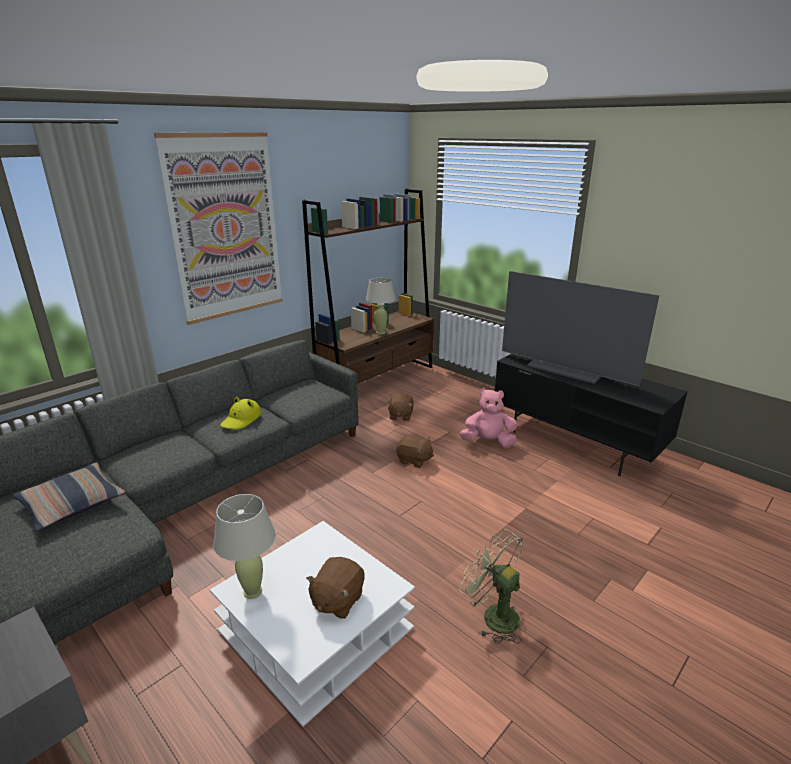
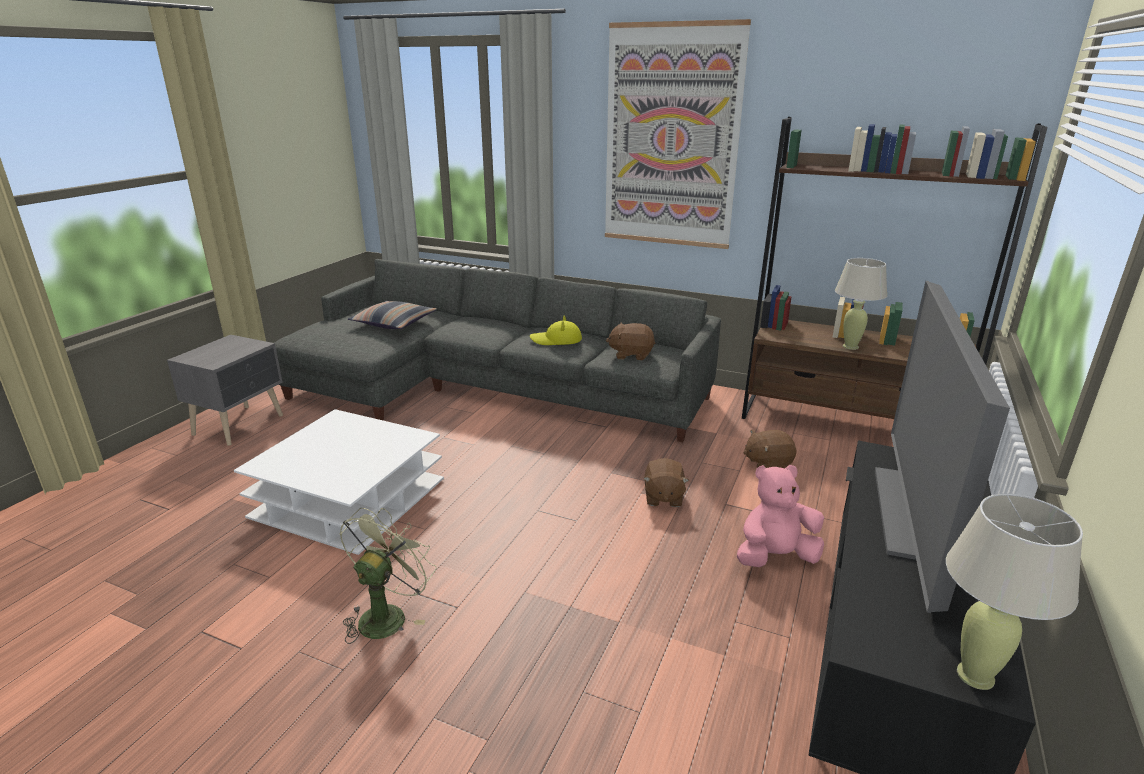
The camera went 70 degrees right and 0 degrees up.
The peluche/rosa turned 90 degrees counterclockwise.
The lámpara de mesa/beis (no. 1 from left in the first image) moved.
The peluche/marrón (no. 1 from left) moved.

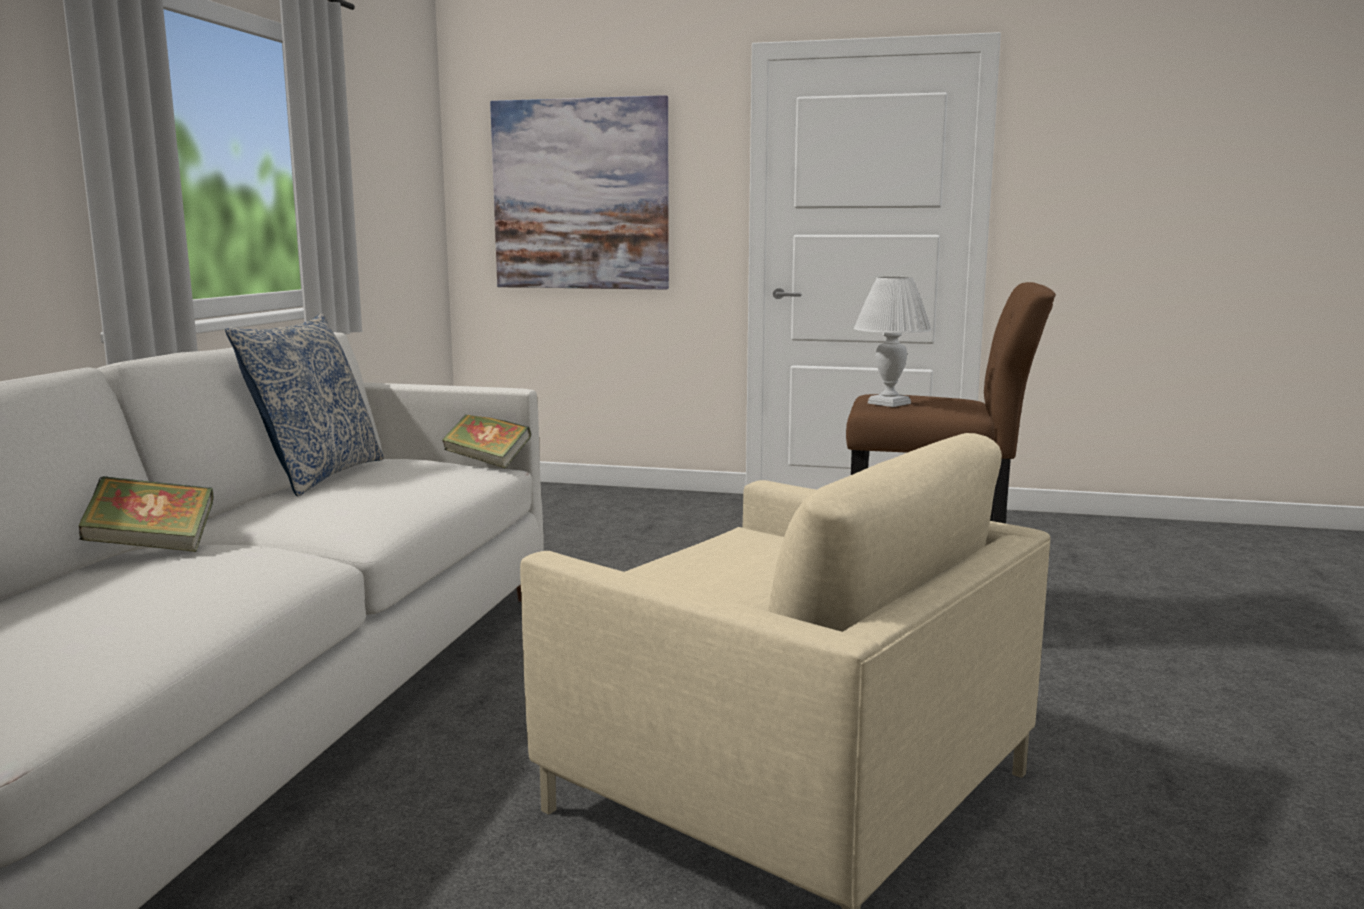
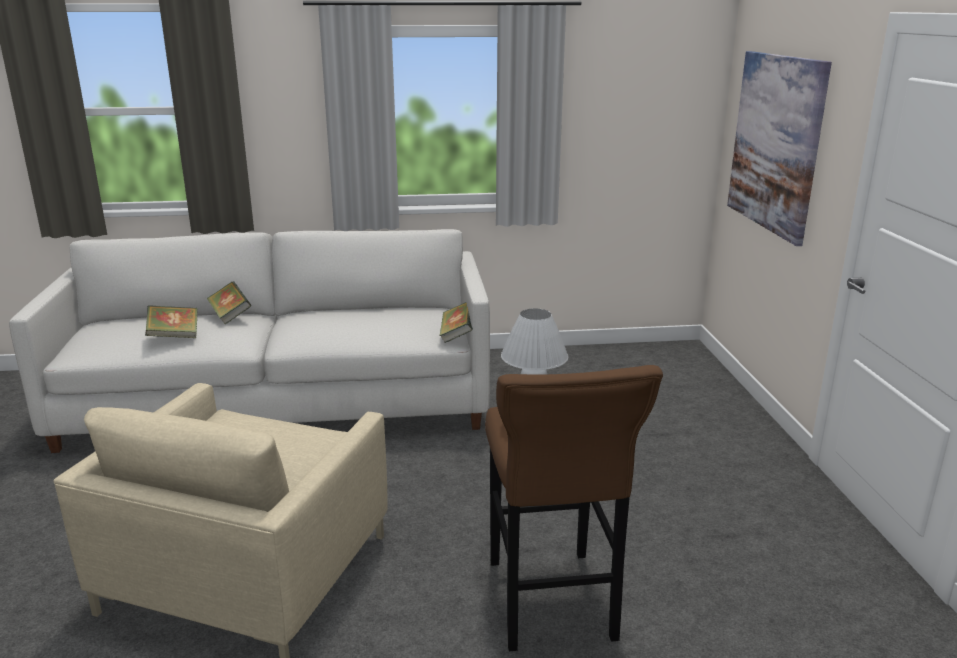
The camera went 70 degrees right and 10 degrees up.
The cojín disappeared.
The libro (no. 1 from left) appeared.

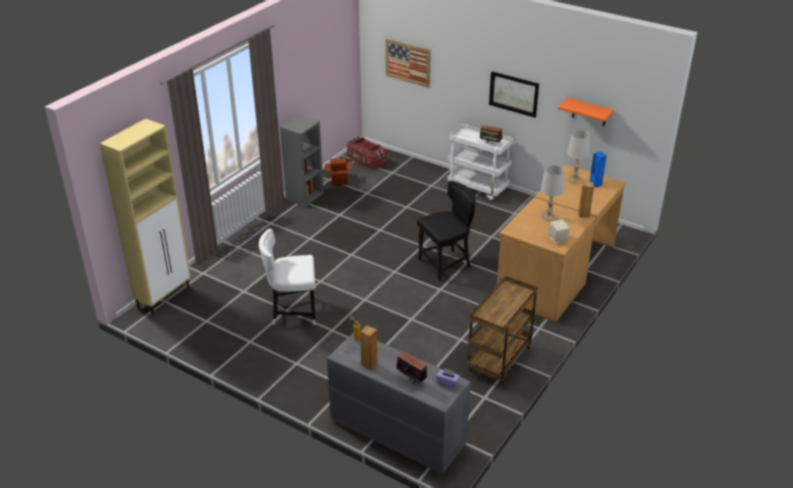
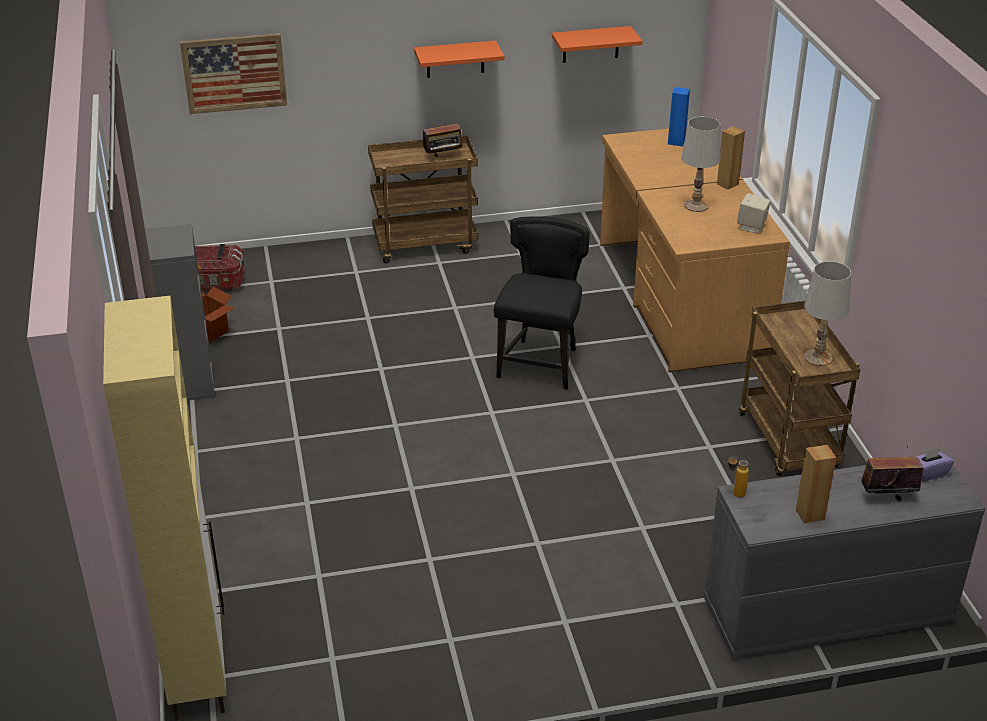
The camera went 45 degrees left and 0 degrees up.
The cuadro (no. 2 from left) was replaced by the estante/naranja (no. 1 from left).
The carrito/blanco became the carrito/marrón (no. 1 from left).
The lámpara de mesa/blanco (no. 2 from left) moved.
The silla/blanco disappeared.

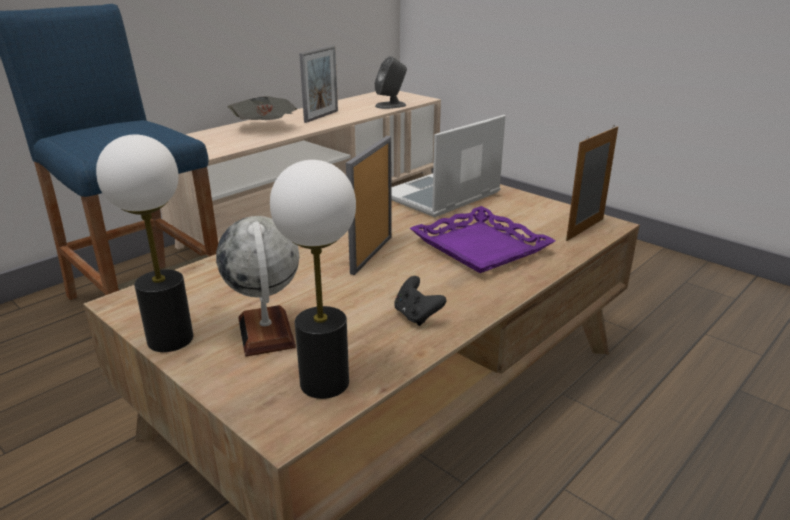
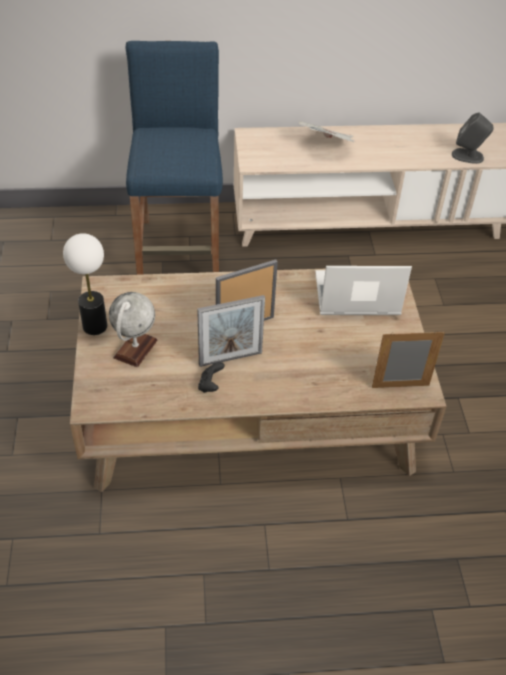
The camera went 40 degrees right and 20 degrees up.
The portarretratos (no. 1 from left) moved.
The lámpara de mesa (no. 2 from left) disappeared.
The bandeja/morado disappeared.

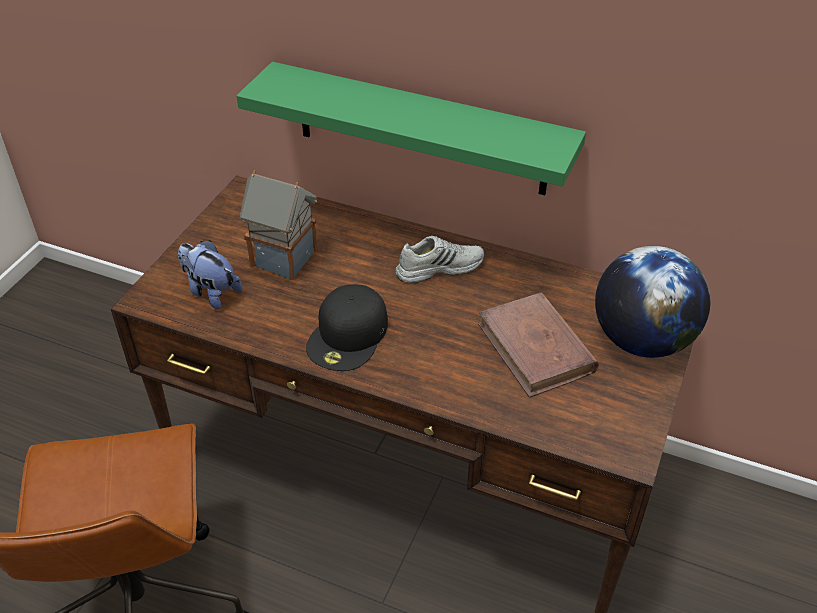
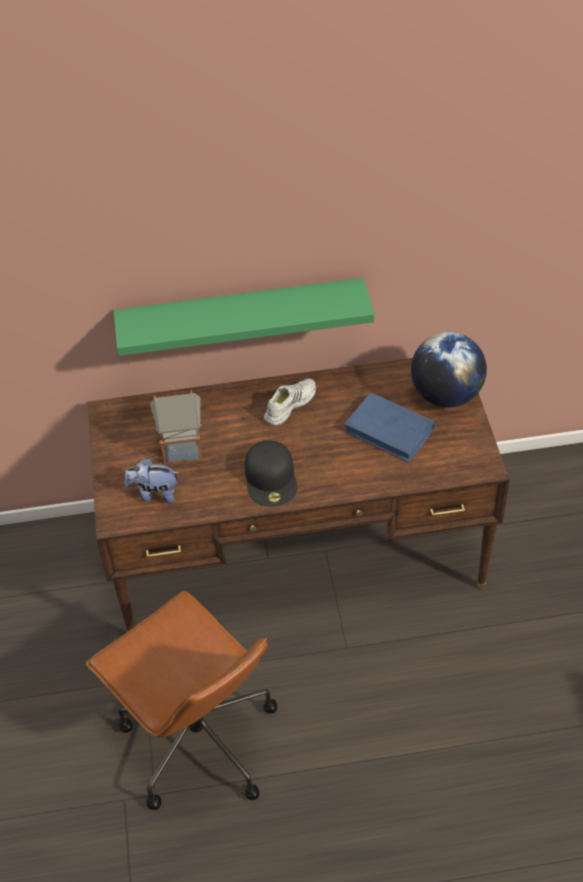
The camera went 30 degrees left and 5 degrees up.
The libro/marrón became the libro/azul.

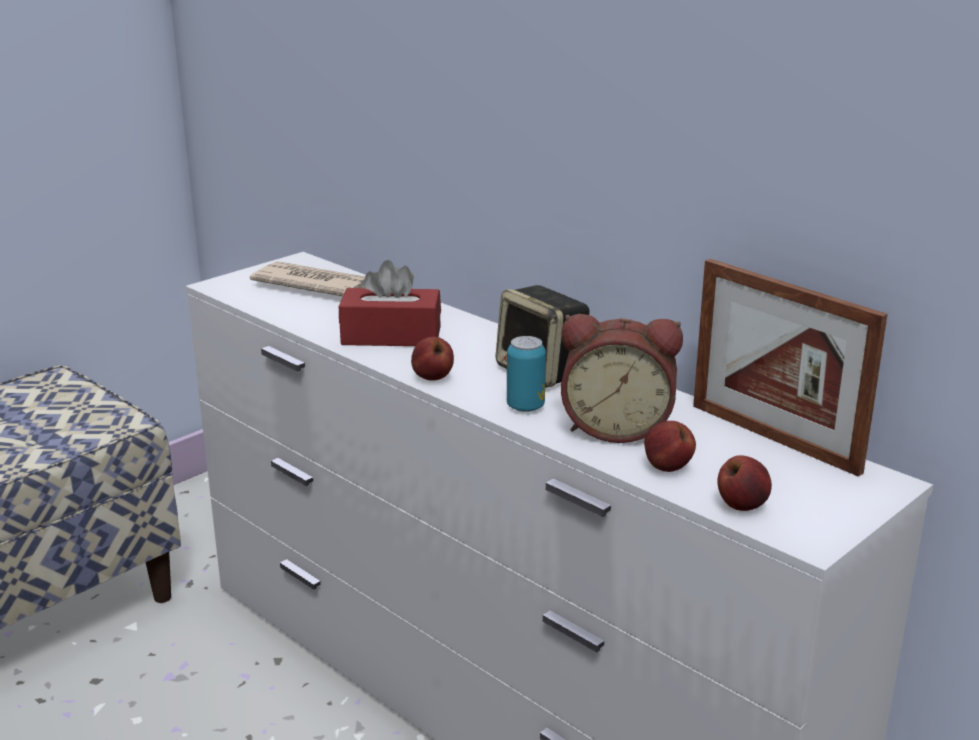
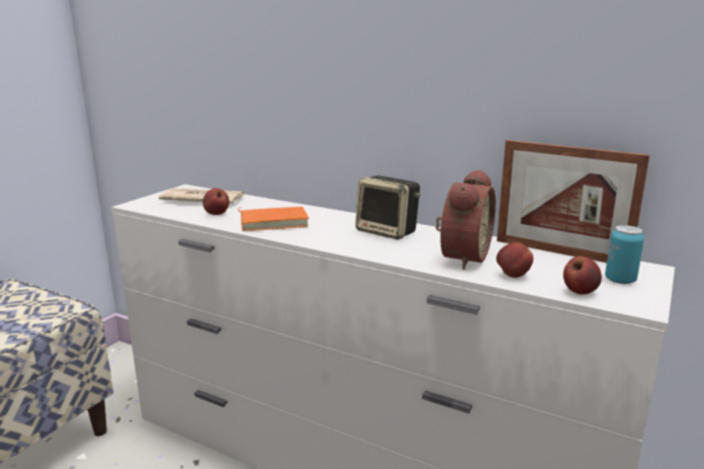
The camera went 15 degrees left and 5 degrees down.
The caja de pañuelos/rojo was replaced by the libro/naranja.
The despertador turned 60 degrees counterclockwise.
The lata moved.
The manzana (no. 1 from left) moved.

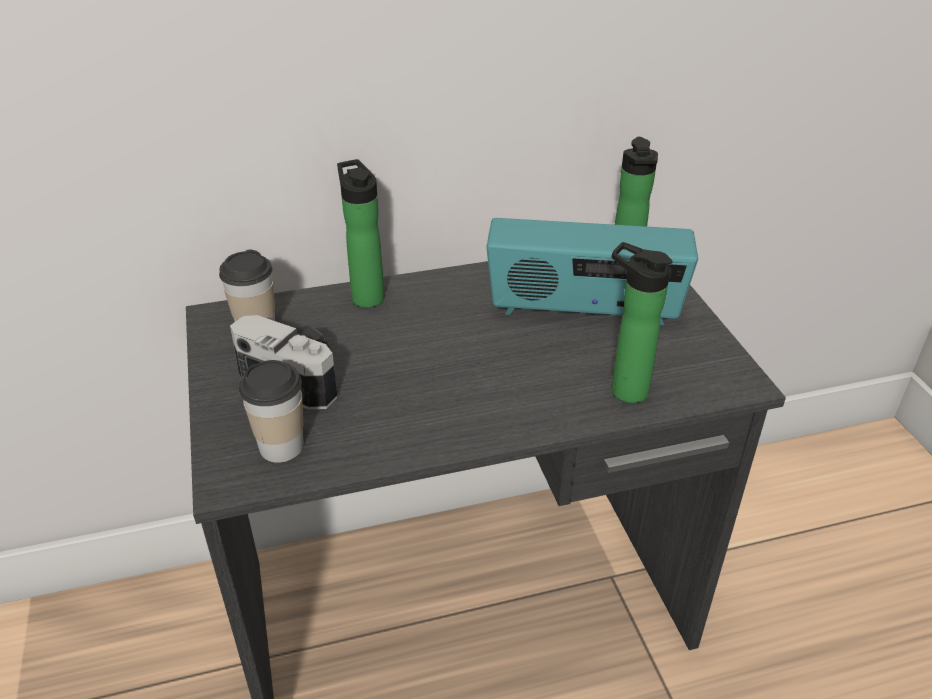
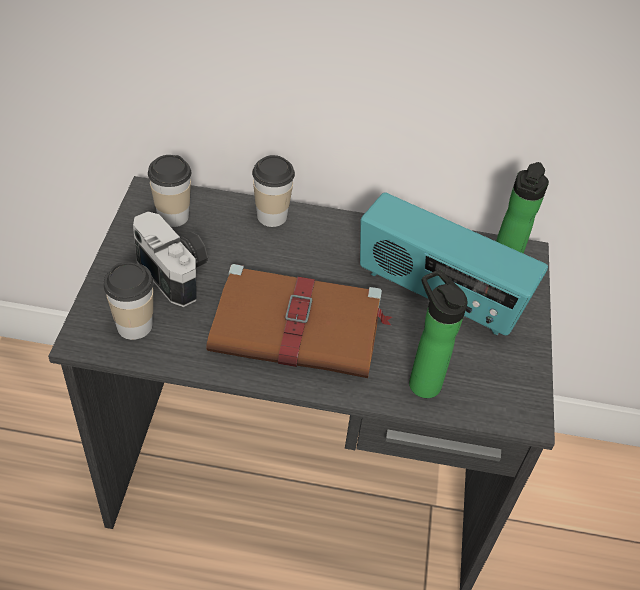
The camera went 20 degrees right and 10 degrees up.
The botella (no. 1 from left) was replaced by the taza (no. 3 from left).
The libro/marrón appeared.

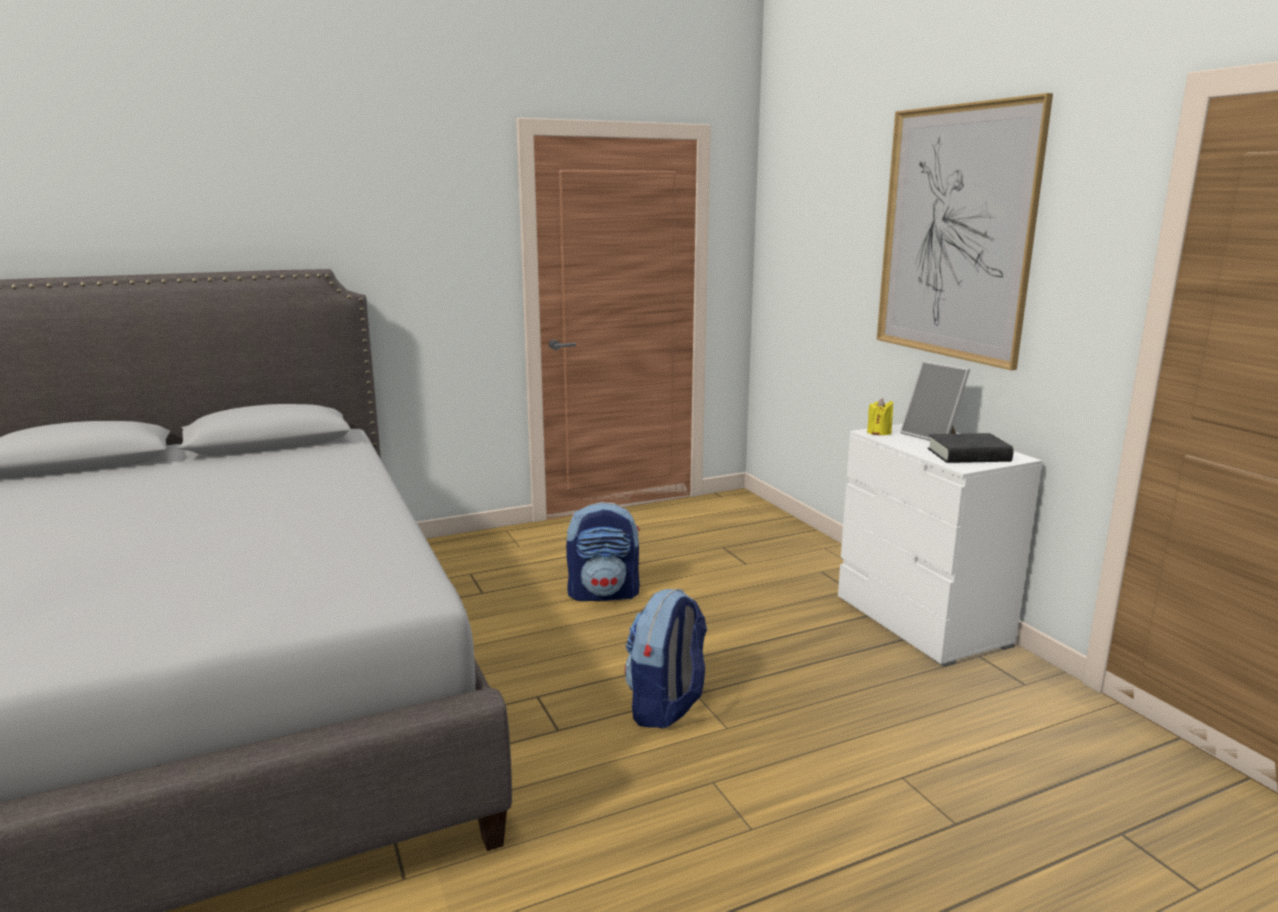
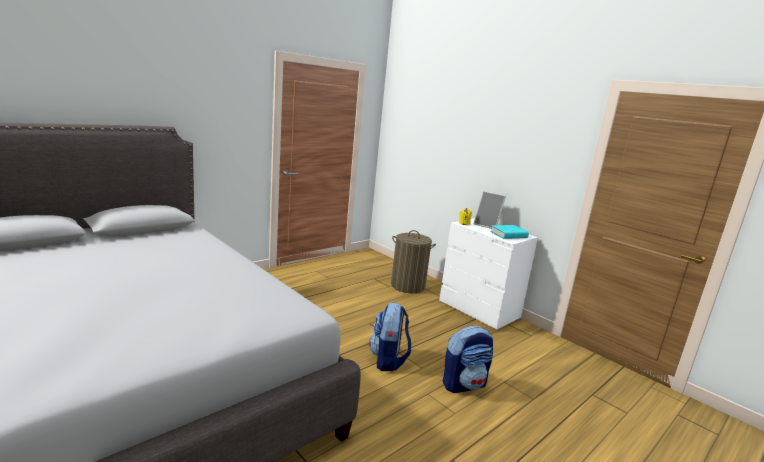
The camera went 20 degrees left and 0 degrees up.
The cuadro disappeared.
The libro/negro became the libro/turquesa.
The mochila (no. 1 from left in the first image) moved.
The cesto de la ropa appeared.

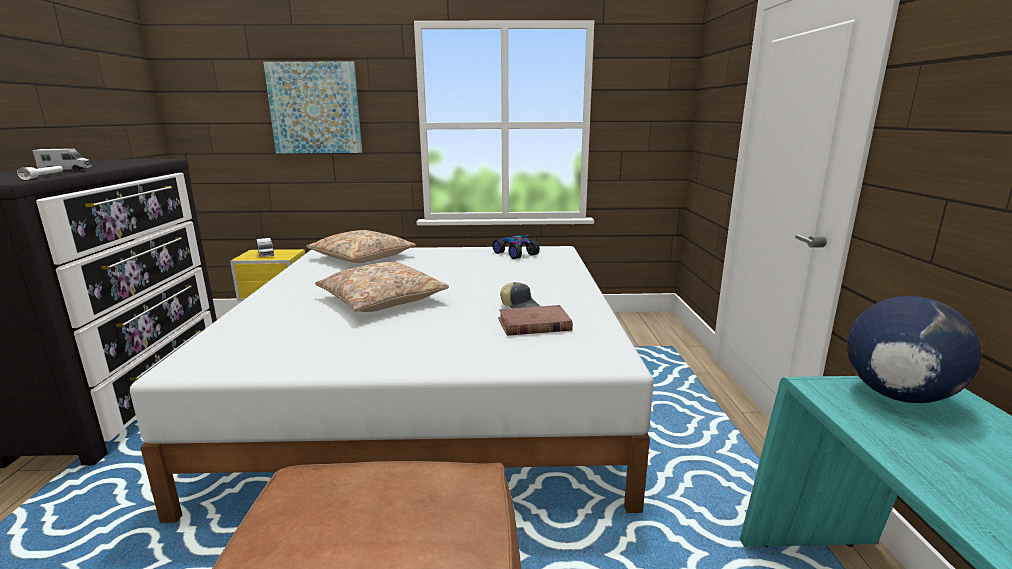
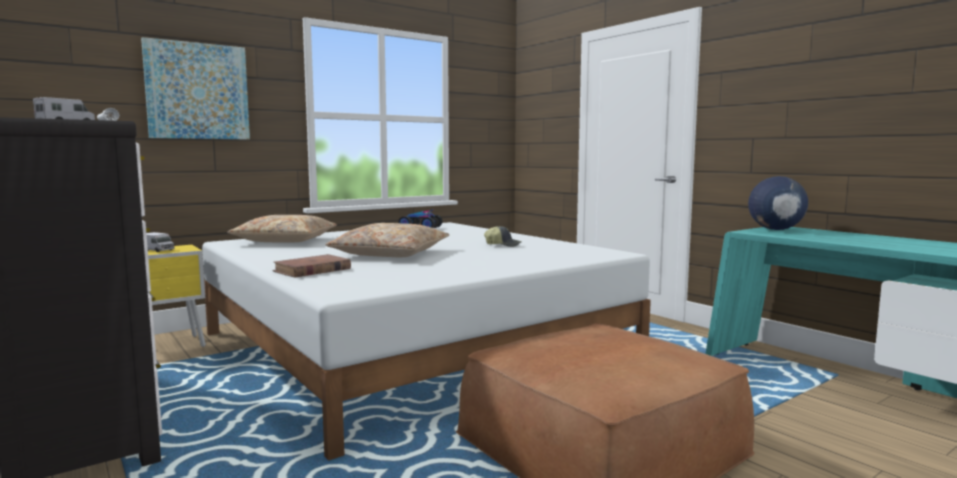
The camera went 35 degrees left and 10 degrees down.
The libro/marrón moved.

